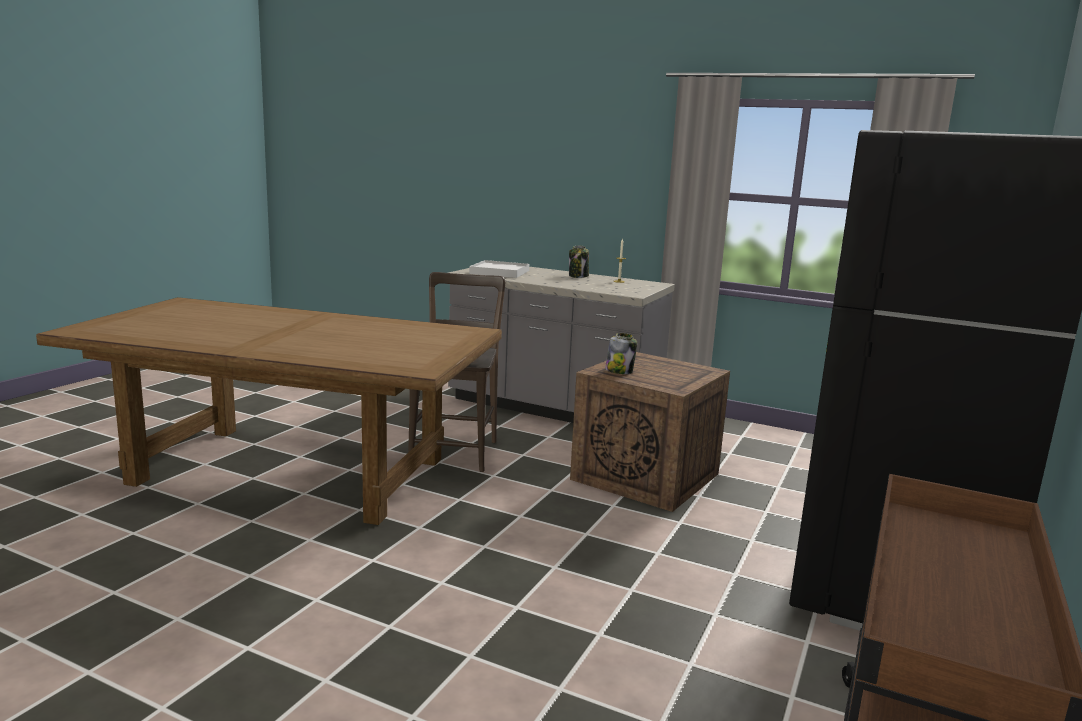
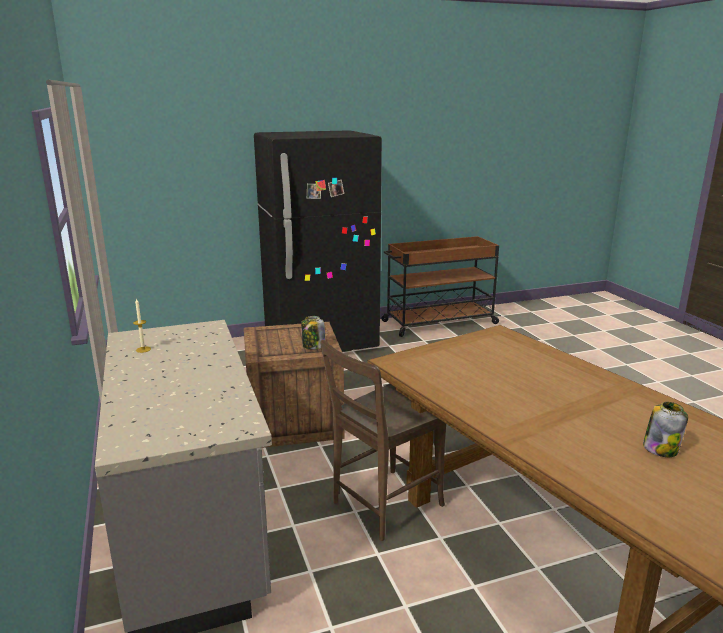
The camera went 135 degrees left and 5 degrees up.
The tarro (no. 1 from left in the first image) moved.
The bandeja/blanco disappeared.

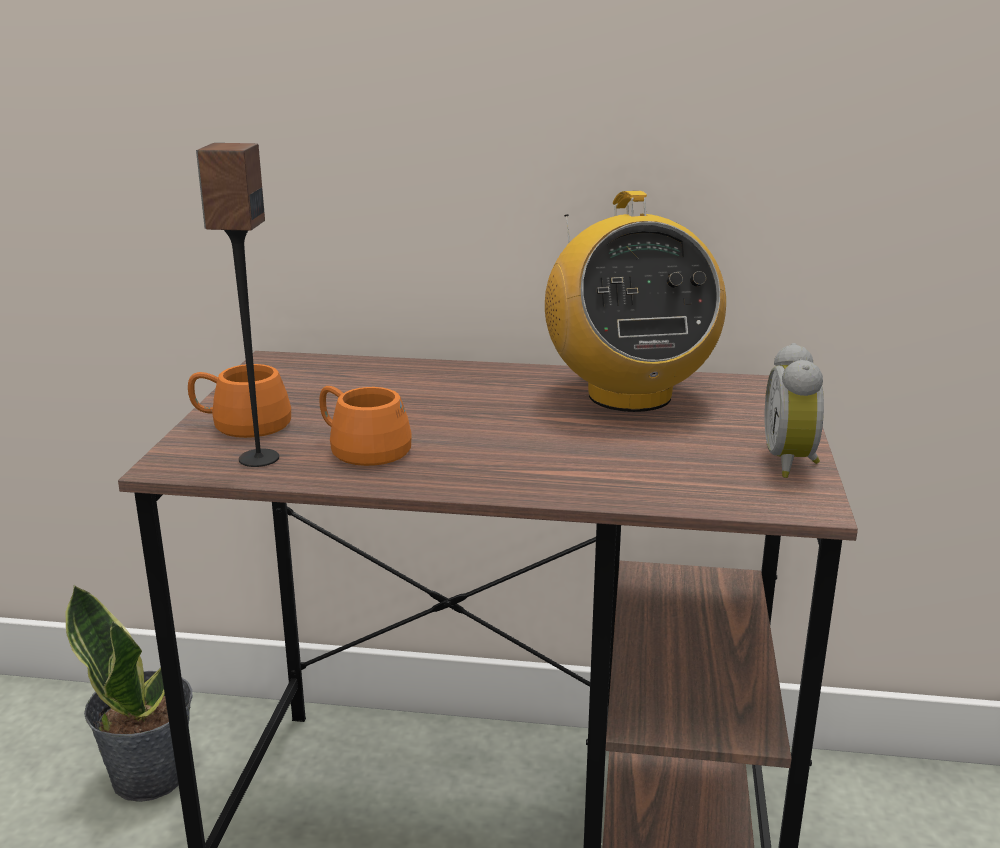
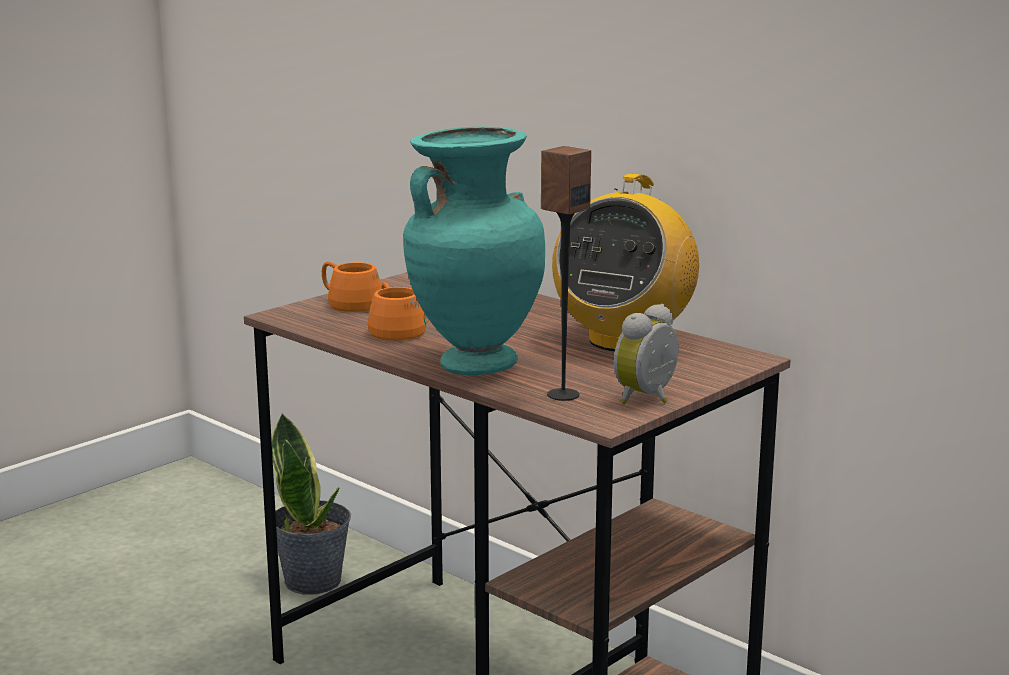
The camera went 35 degrees right and 5 degrees down.
The altavoz moved.
The florero/turquesa appeared.

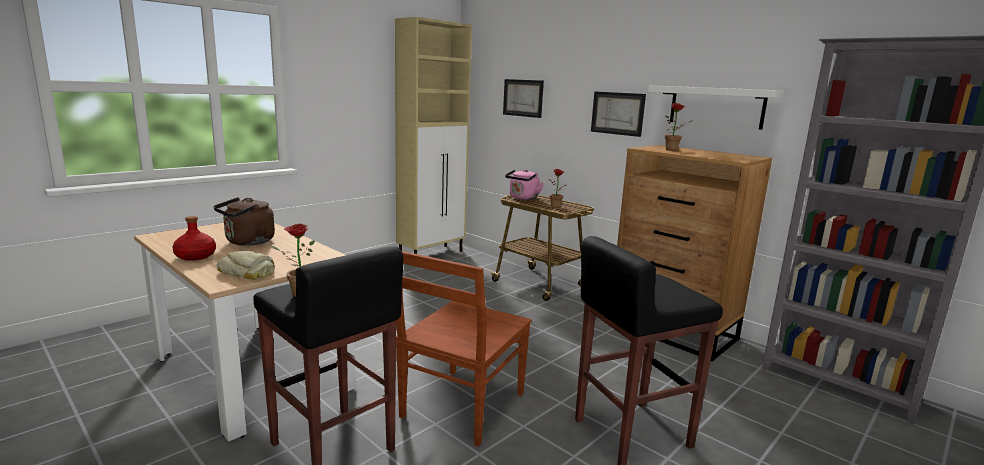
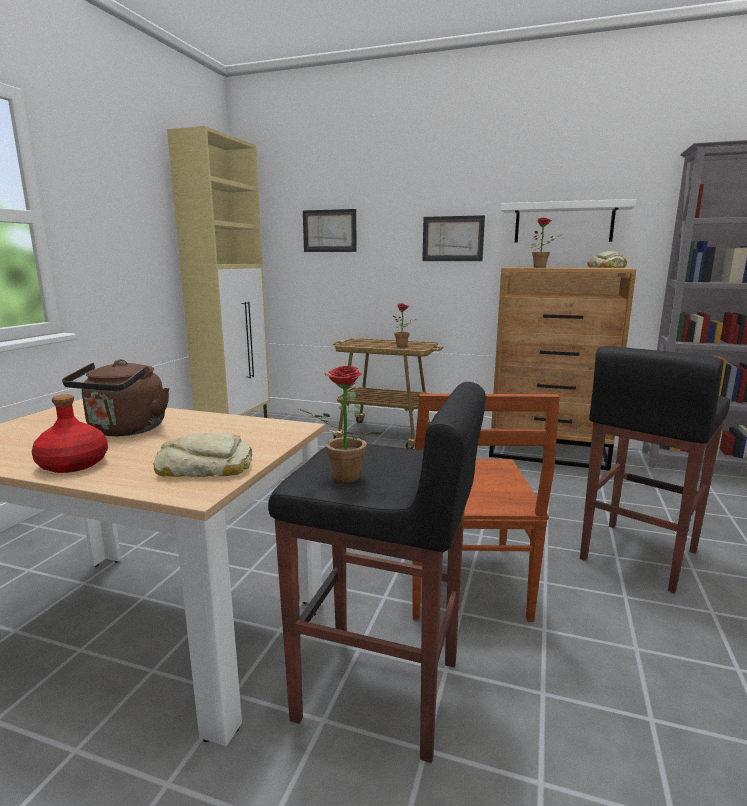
The camera went 25 degrees left and 0 degrees up.
The hervidor/rosa disappeared.
The pan (no. 2 from left) appeared.

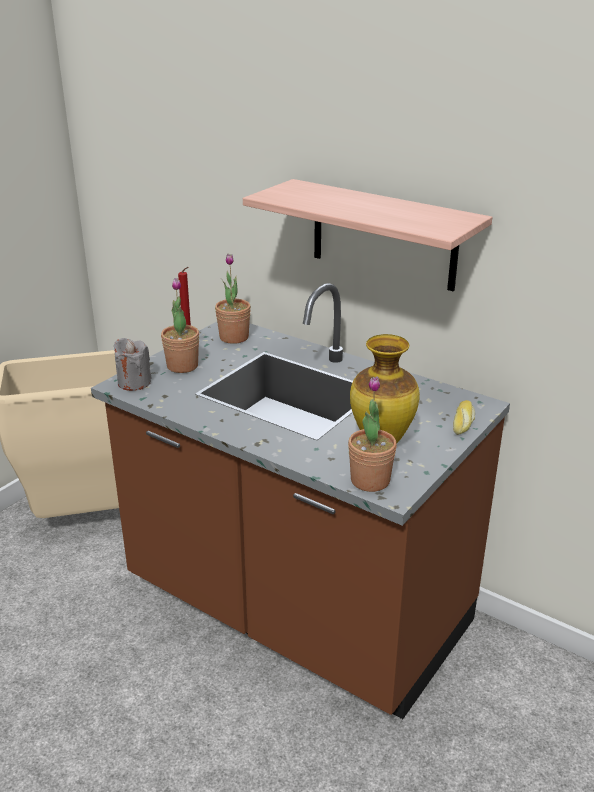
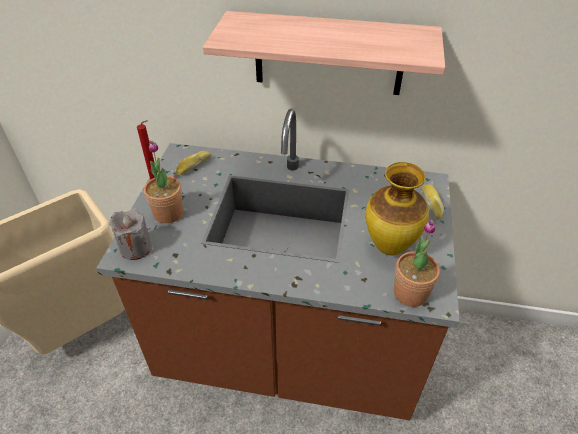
The camera went 25 degrees left and 15 degrees up.
The planta en maceta (no. 2 from left) was replaced by the pan (no. 1 from left).

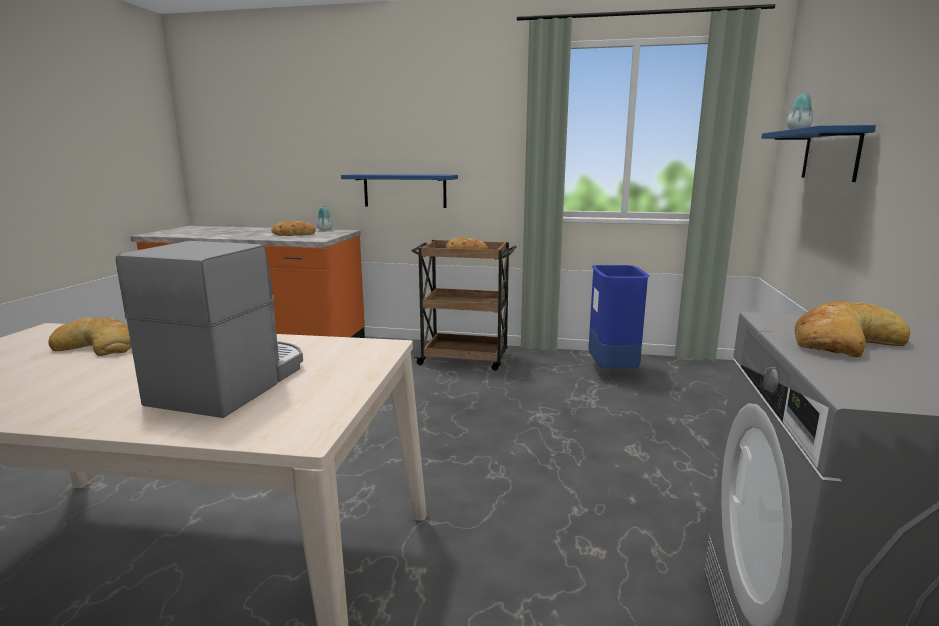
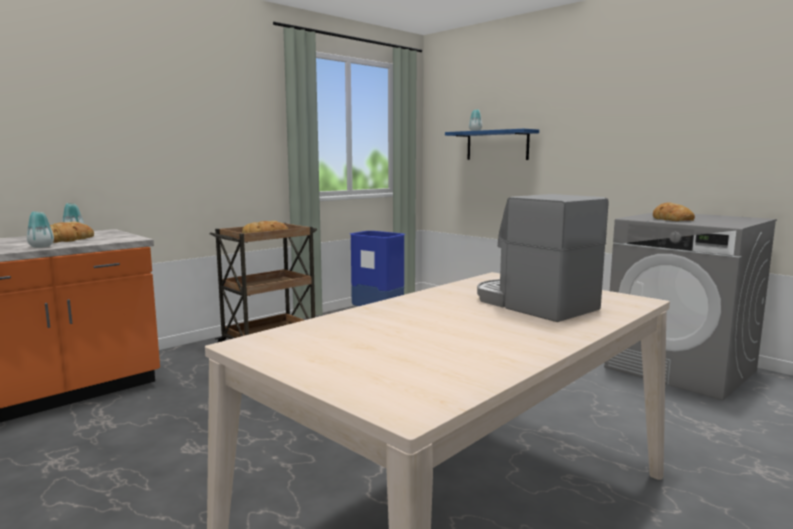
The camera went 55 degrees left and 5 degrees down.
The estante/azul (no. 1 from left) disappeared.
The pan (no. 1 from left) disappeared.
The florero (no. 1 from left) appeared.

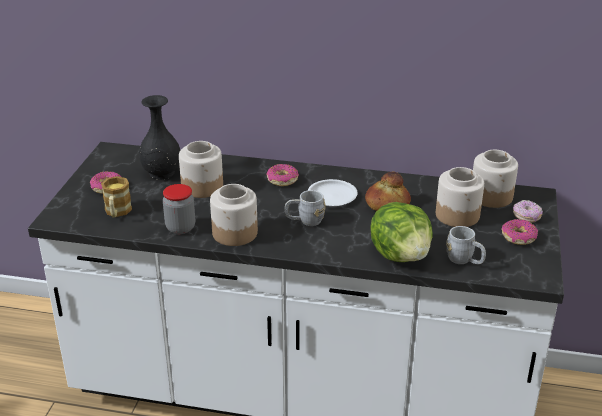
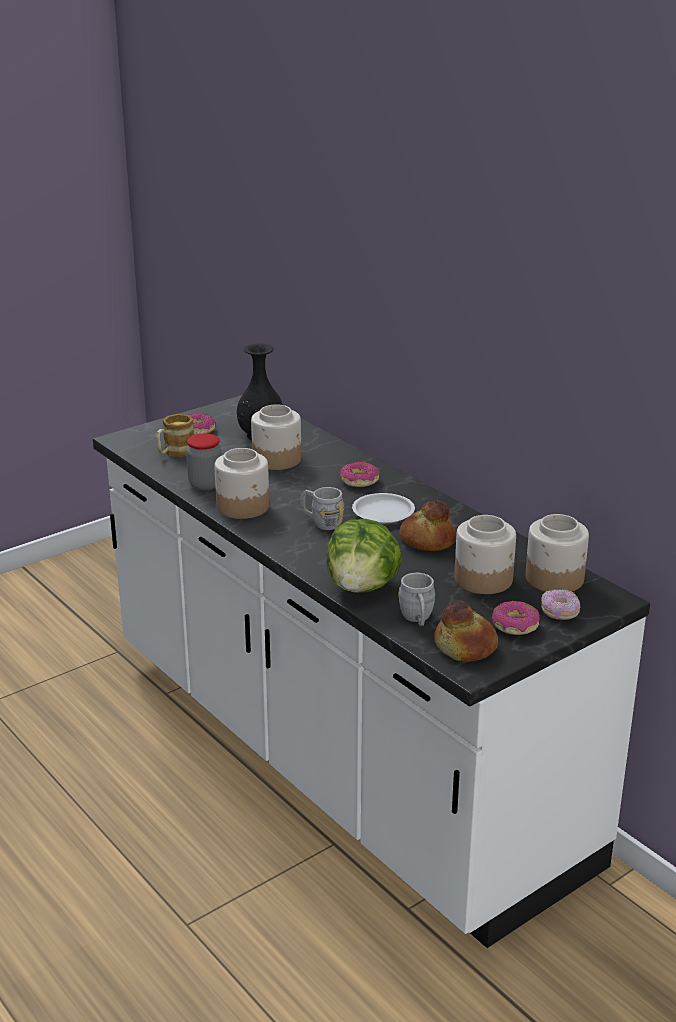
The camera went 40 degrees right and 5 degrees down.
The pan (no. 2 from left) appeared.

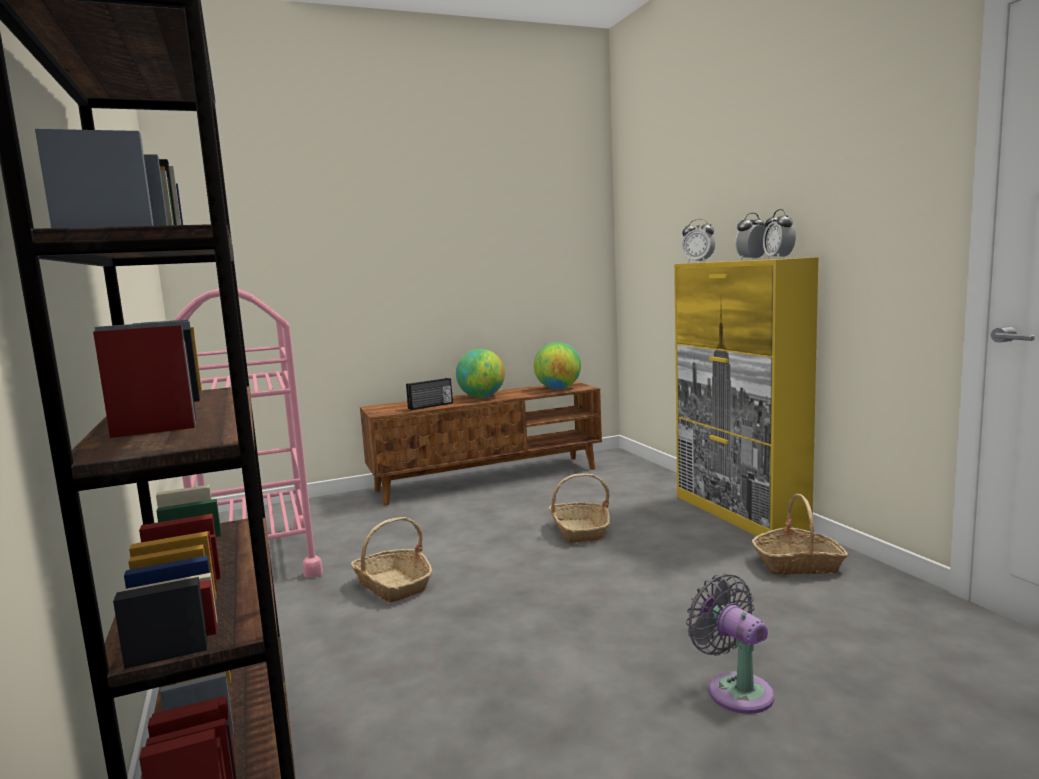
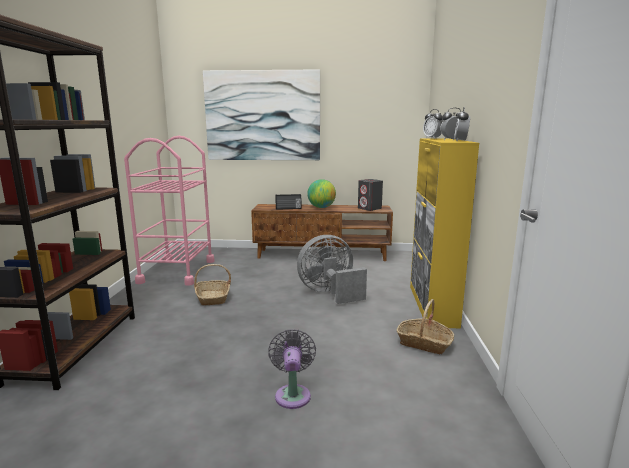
The camera went 25 degrees right and 5 degrees up.
The globo terráqueo (no. 2 from left) was replaced by the altavoz/gris.
The cesta (no. 2 from left) was replaced by the ventilador/gris (no. 2 from left).
The cuadro appeared.

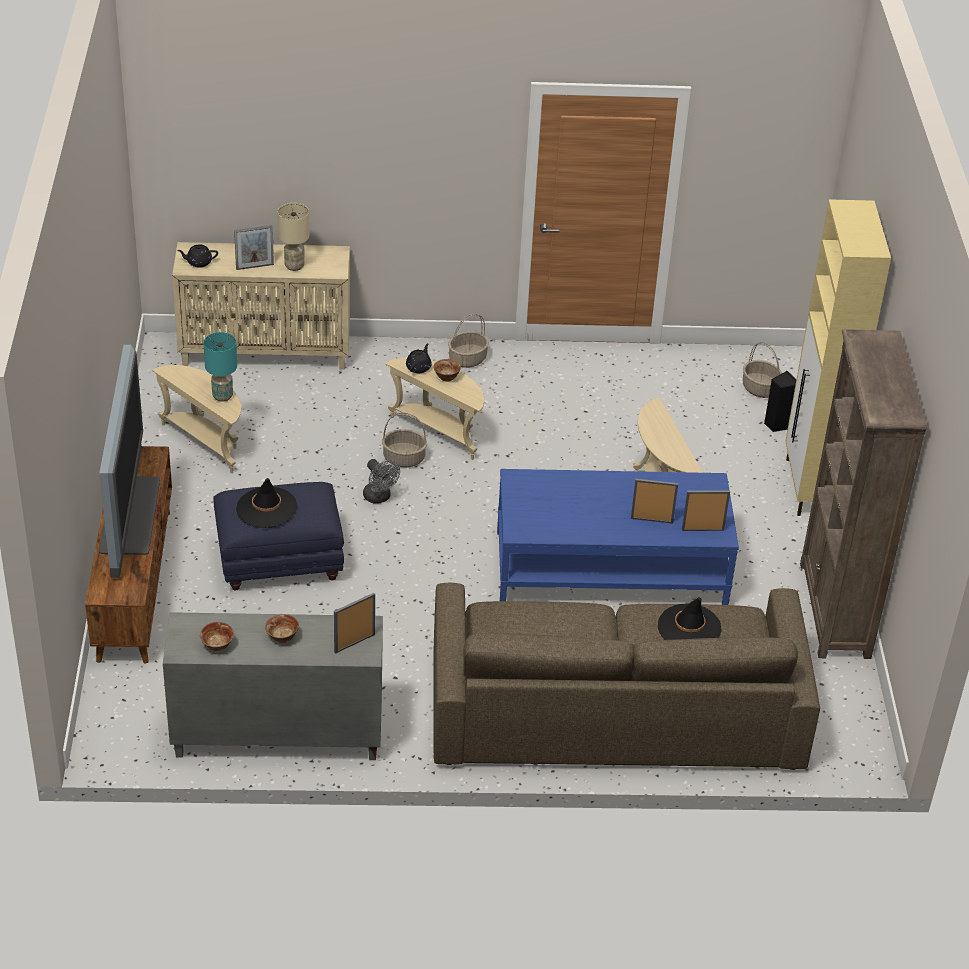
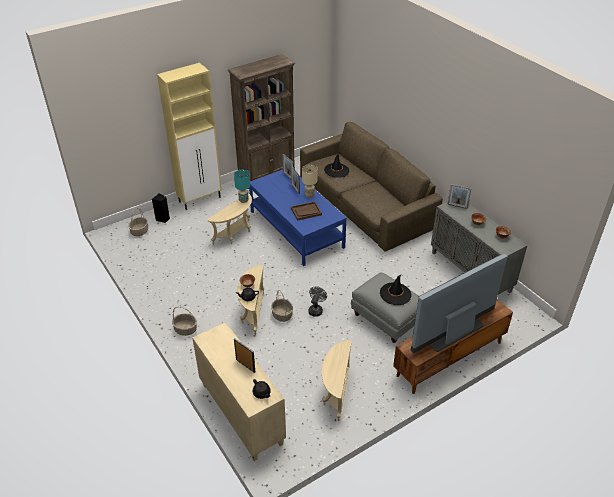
The camera went 120 degrees left and 0 degrees up.
The lámpara de mesa/beis moved.
The lámpara de mesa/turquesa moved.
The puf/azul became the puf/gris.
The bandeja/marrón appeared.

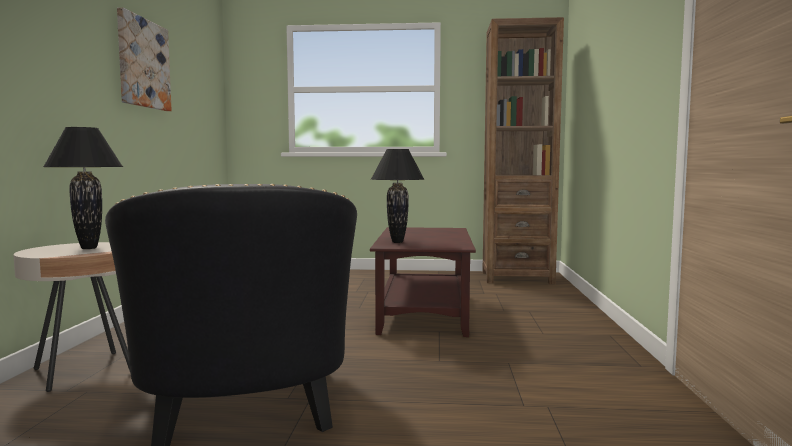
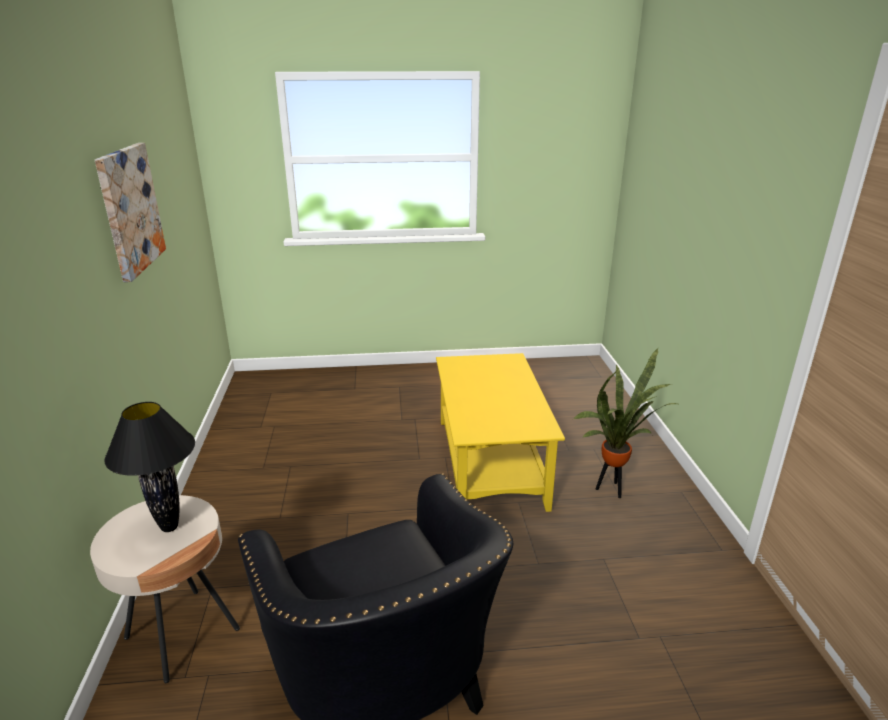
The camera went 10 degrees left and 20 degrees up.
The estantería/marrón disappeared.
The lámpara de mesa/negro (no. 2 from left) disappeared.
The mesa de centro/marrón became the mesa de centro/amarillo.
The planta en maceta appeared.

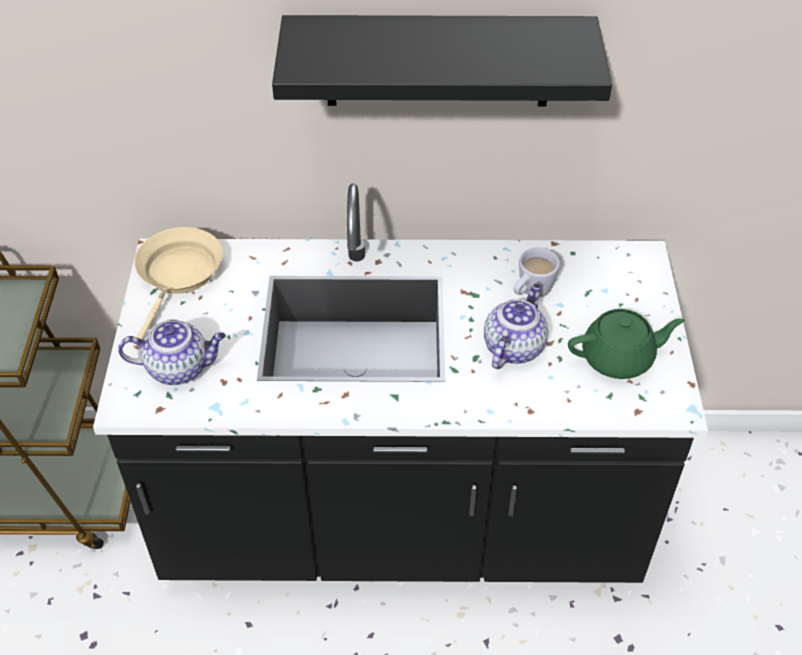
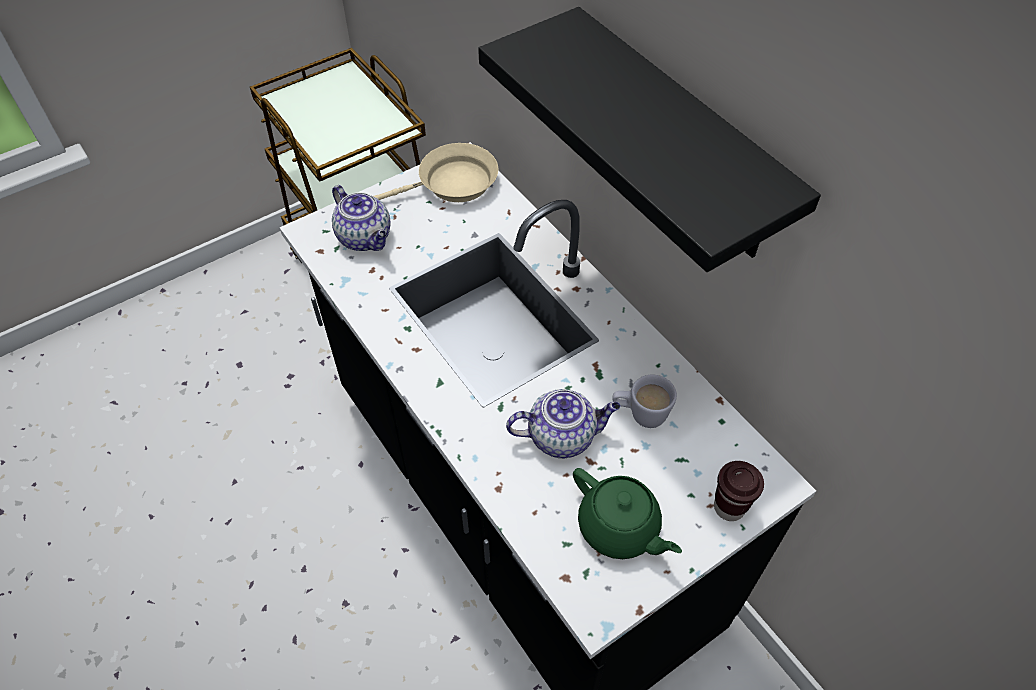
The camera went 55 degrees right and 5 degrees up.
The taza/marrón appeared.

